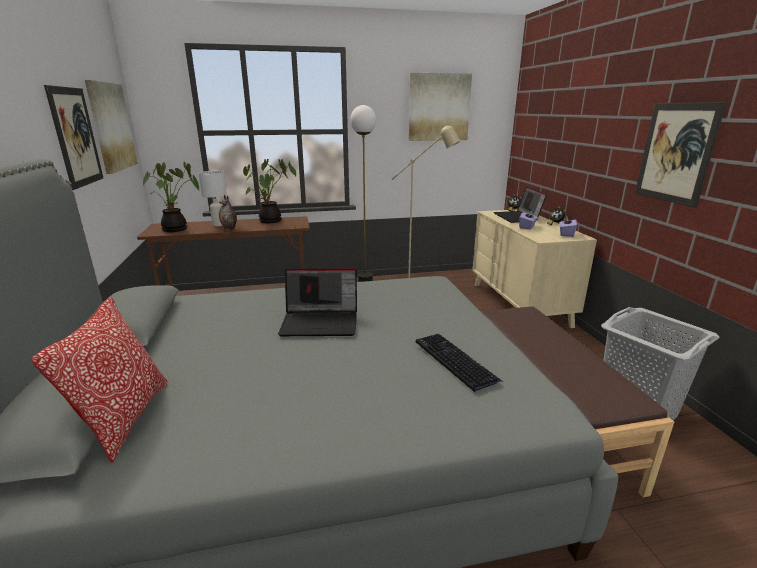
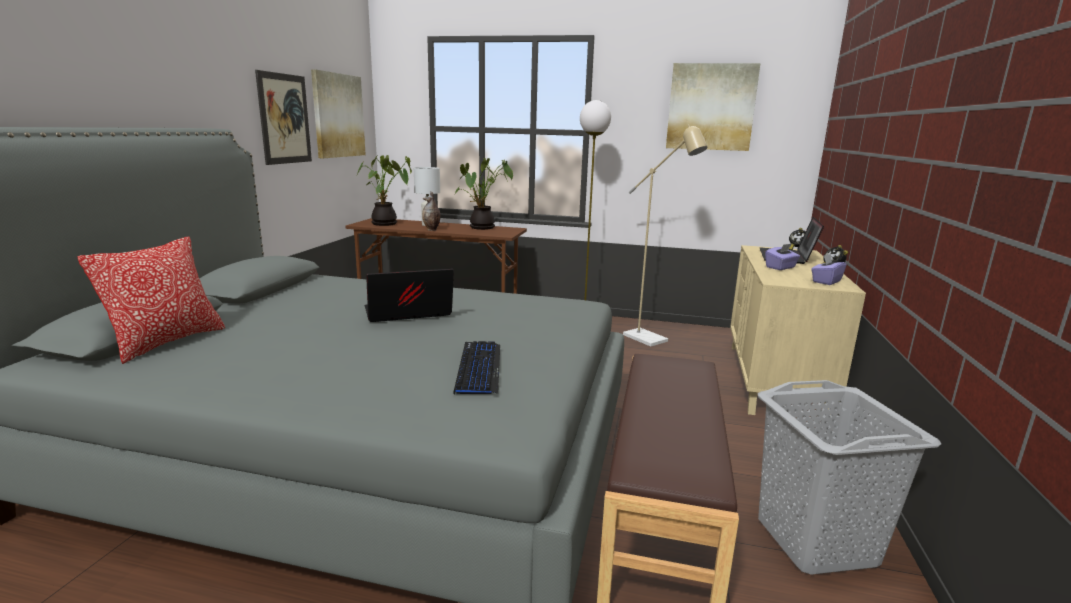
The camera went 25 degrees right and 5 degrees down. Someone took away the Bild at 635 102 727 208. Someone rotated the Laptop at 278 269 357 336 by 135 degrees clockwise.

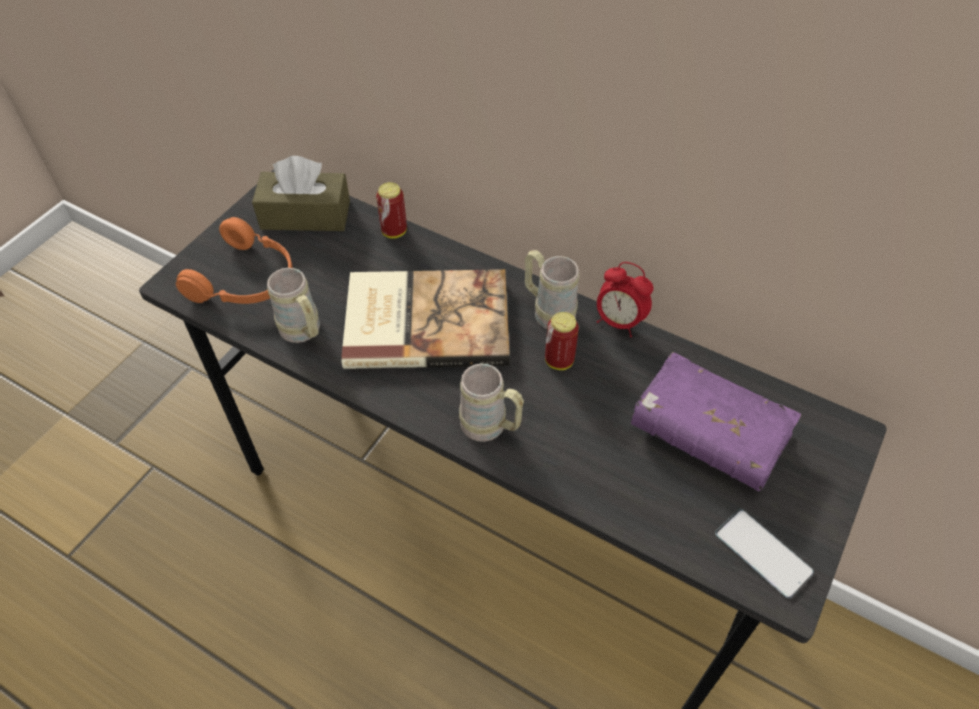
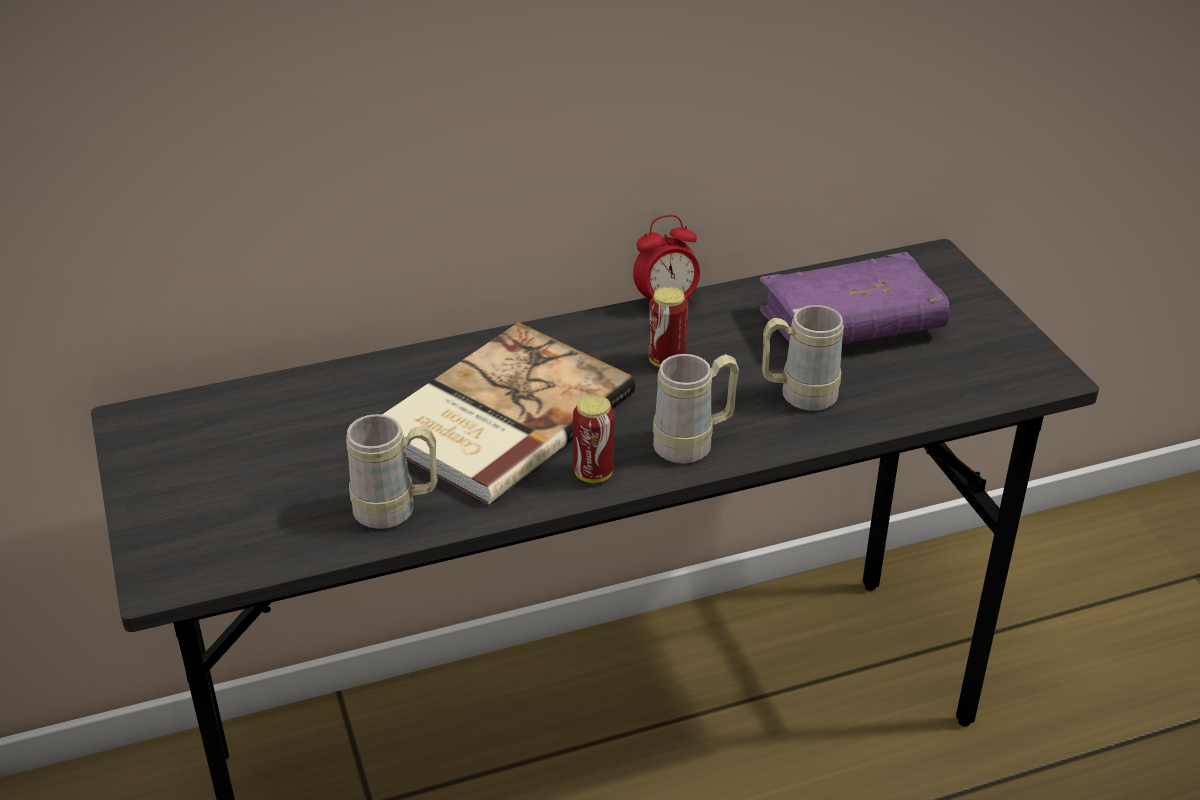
The camera went 50 degrees left and 15 degrees down. Someone took away the Kopfhörer (orange) at 176 217 293 304. Someone took away the Taschentuchbox (braun) at 252 156 350 231. Someone took away the Handy at 715 509 814 599. Someone carried the Dose from 376 182 407 238 to 573 394 614 483. Someone carried the Henkelbecher (beige) from 525 250 579 329 to 762 305 844 411.

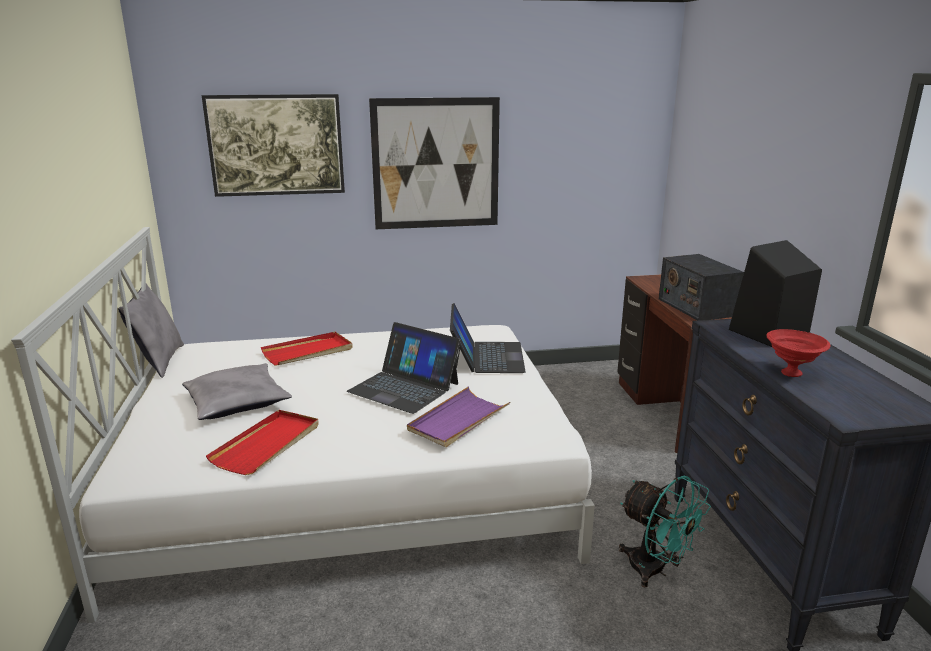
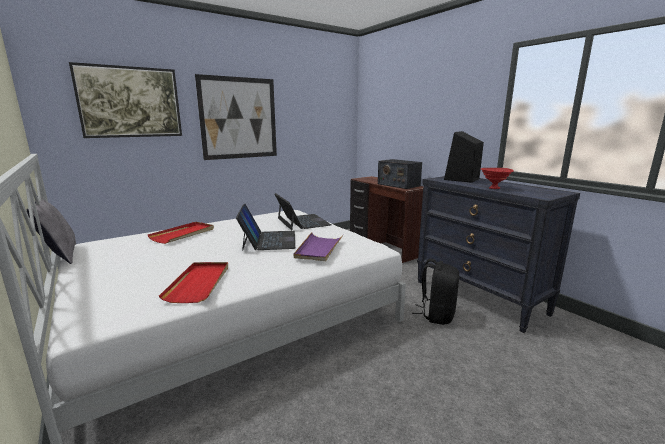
The camera went 25 degrees left and 5 degrees down. Someone took away the Kissen (grau) at 182 363 292 420. Someone swapped the Ventilator (türkis) at 619 476 711 588 for the Rucksack (schwarz) at 412 259 459 325. Someone rotated the Laptop at 347 322 461 414 by 105 degrees counterclockwise.

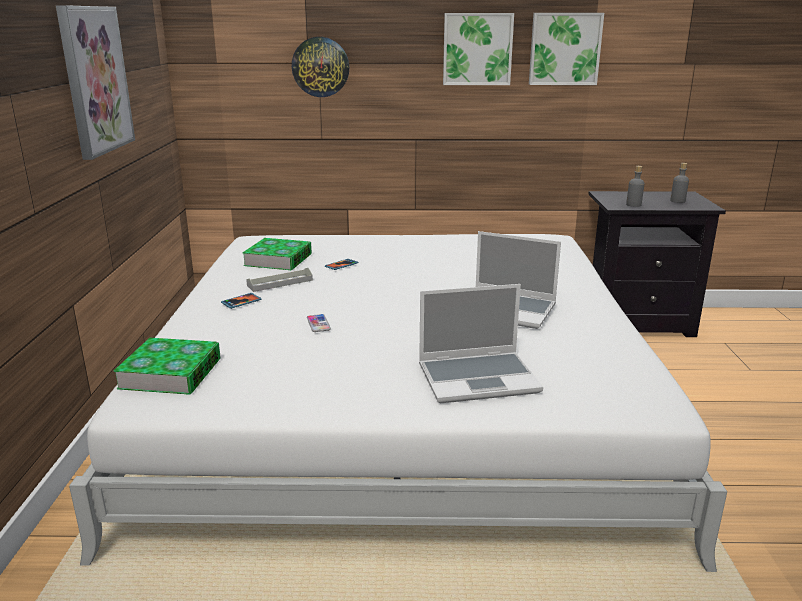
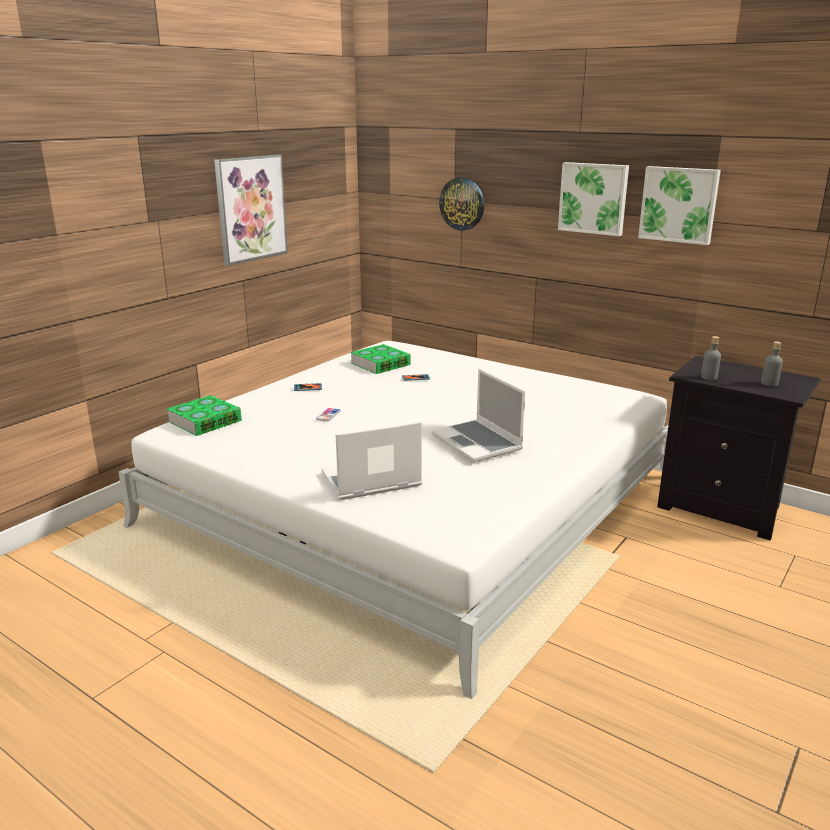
The camera went 35 degrees right and 0 degrees up. Someone took away the Tablett (grau) at 246 268 313 292. Someone rotated the Laptop at 419 284 543 403 by 135 degrees clockwise.

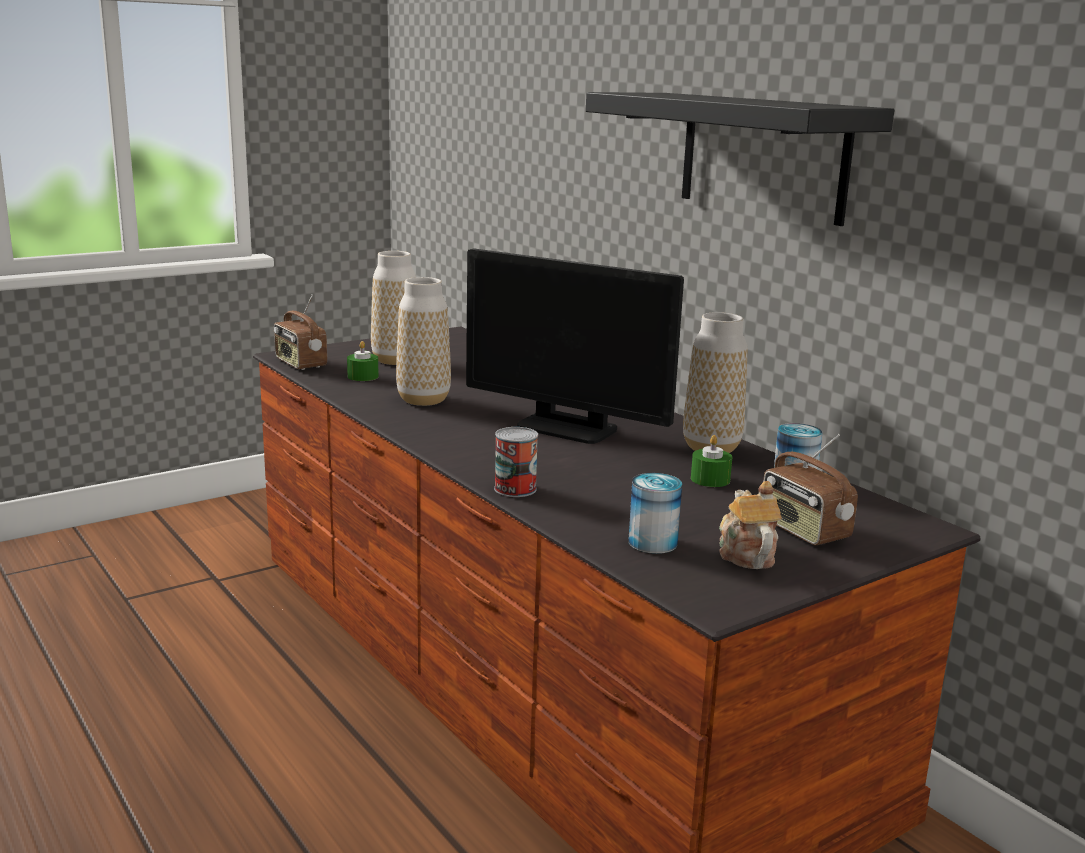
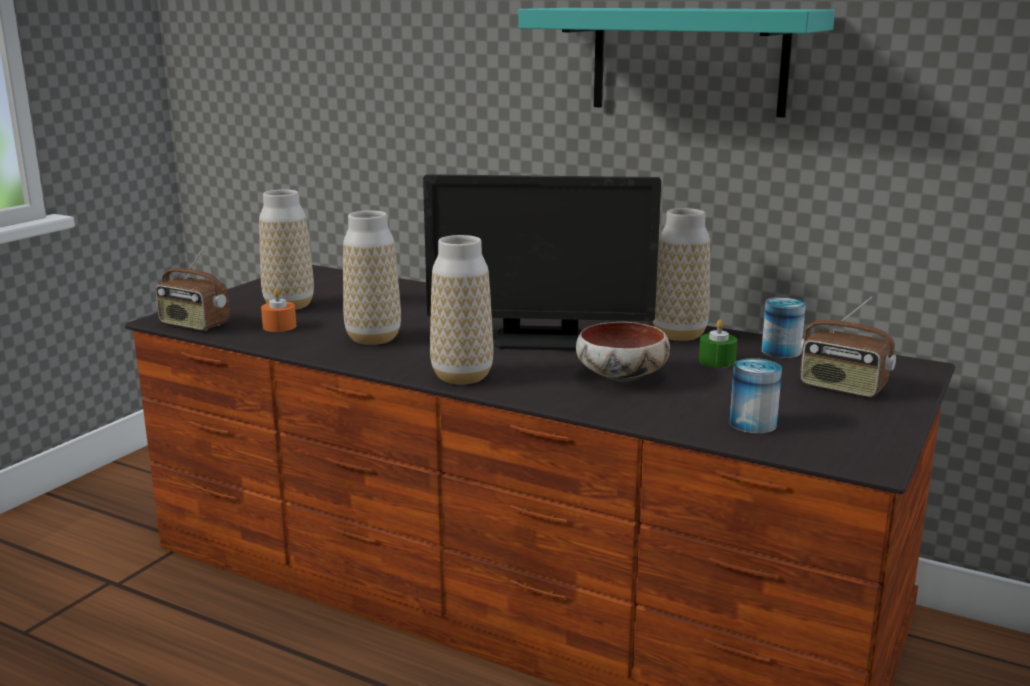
The camera went 25 degrees left and 0 degrees up. Someone took away the Dose at 494 427 538 497. Someone took away the Teekanne at 719 481 782 569. Someone put down the Vase at 430 235 493 385. Someone put down the Schüssel at 576 322 670 382. Someone repainted the Kerze (grün) at 347 341 379 381, which became the Kerze (orange) at 261 289 296 332. Someone repainted the Wandregal (schwarz) at 586 92 894 226, which became the Wandregal (türkis) at 519 8 835 118.

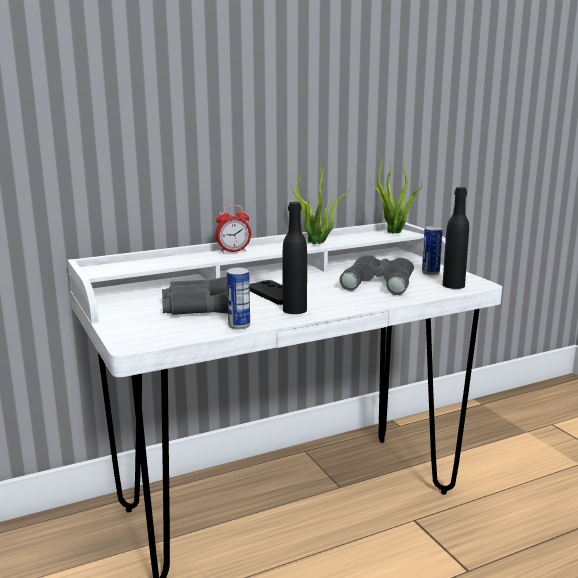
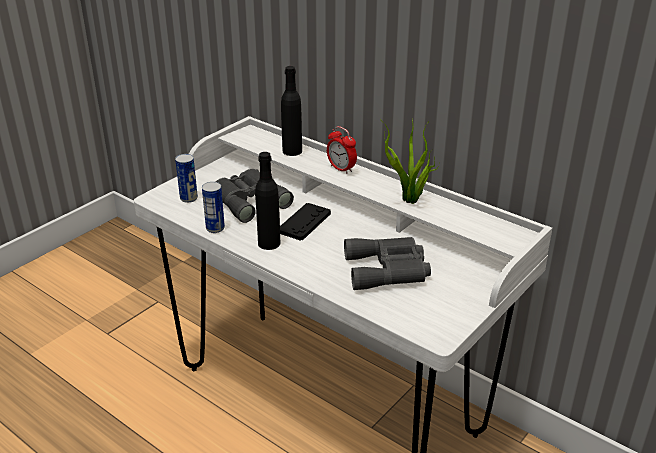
The camera went 65 degrees right and 15 degrees up. Someone took away the Topfpflanze at 369 149 422 233. Someone carried the Dose from 422 226 443 275 to 175 154 198 203. Someone carried the Flasche (schwarz) from 443 187 469 289 to 281 66 302 156.

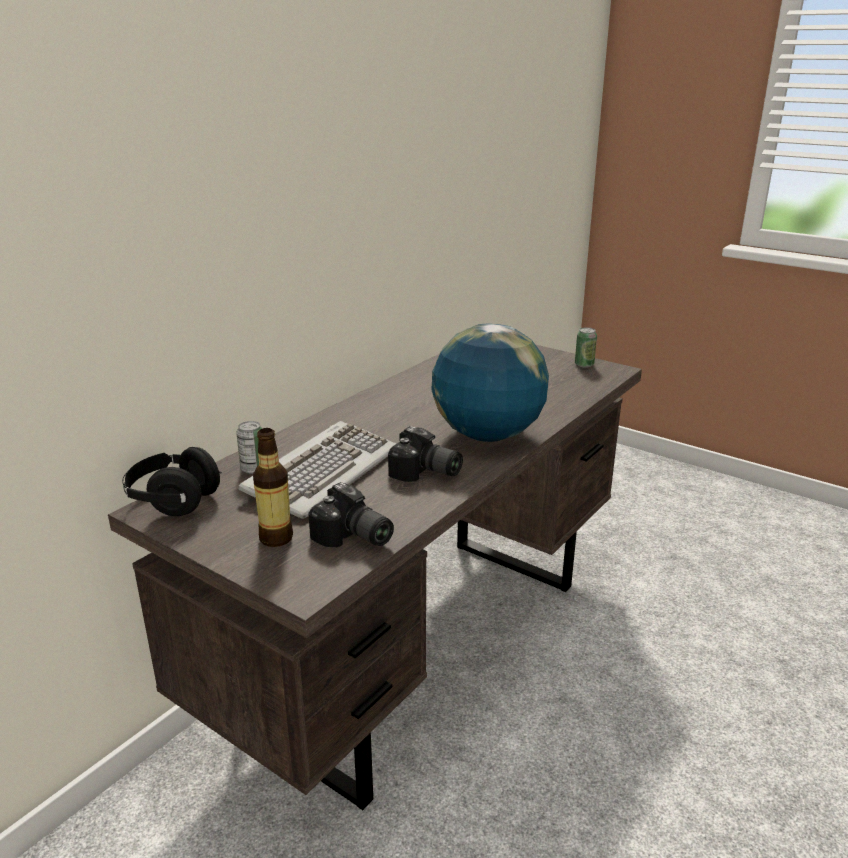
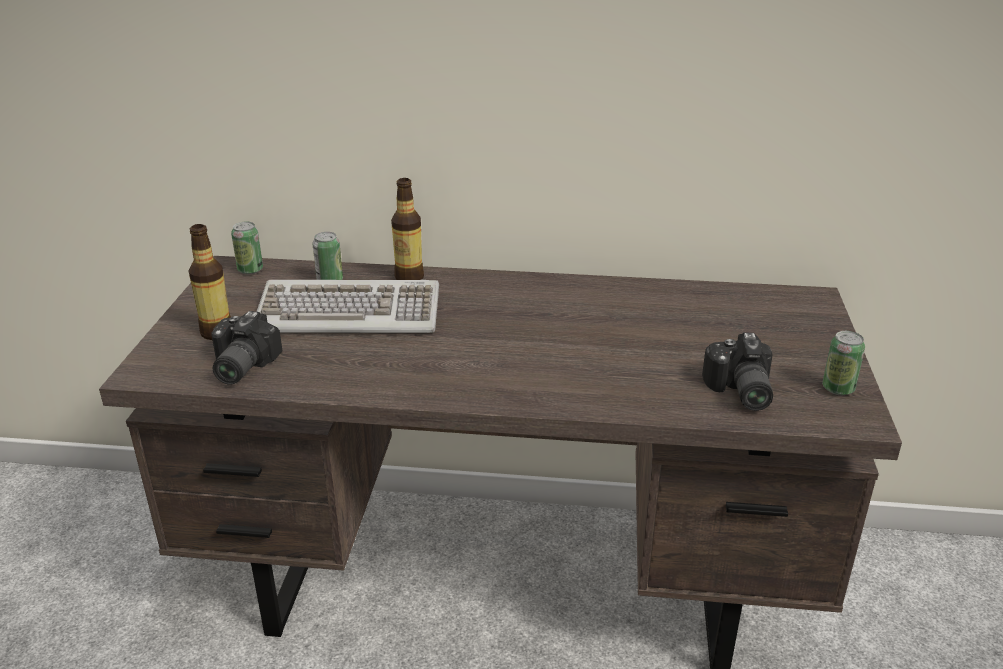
The camera went 60 degrees right and 5 degrees up. Someone took away the Globus at 431 324 549 442. Someone put down the Flasche at 391 178 424 280. Someone carried the Kamera from 388 426 463 482 to 702 332 773 411. Someone swapped the Kopfhörer (schwarz) at 122 447 222 516 for the Dose at 231 222 263 275.

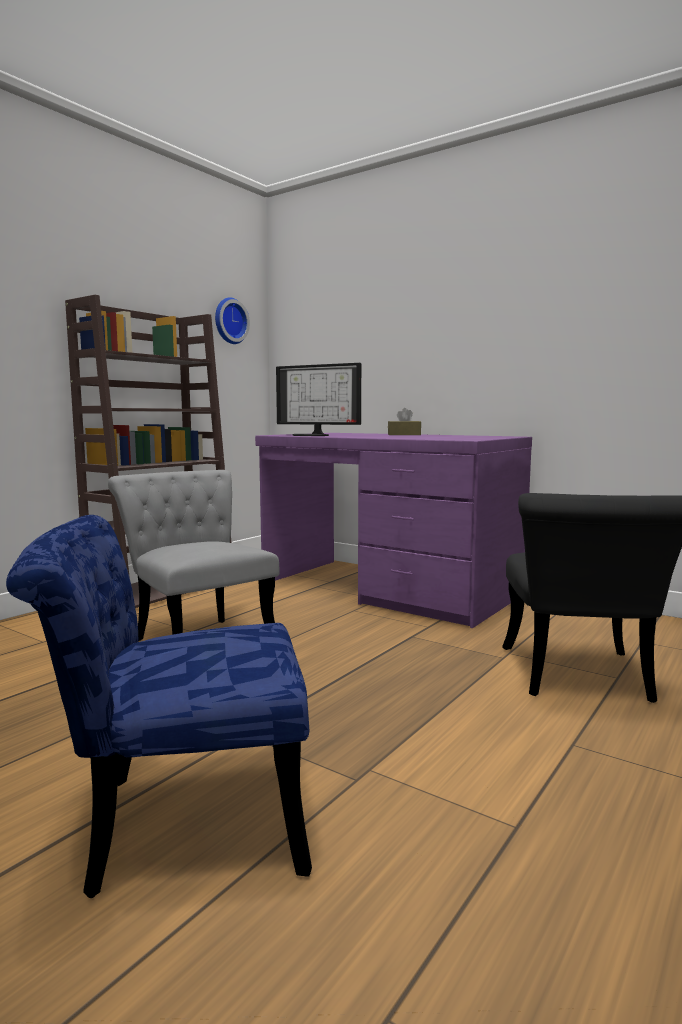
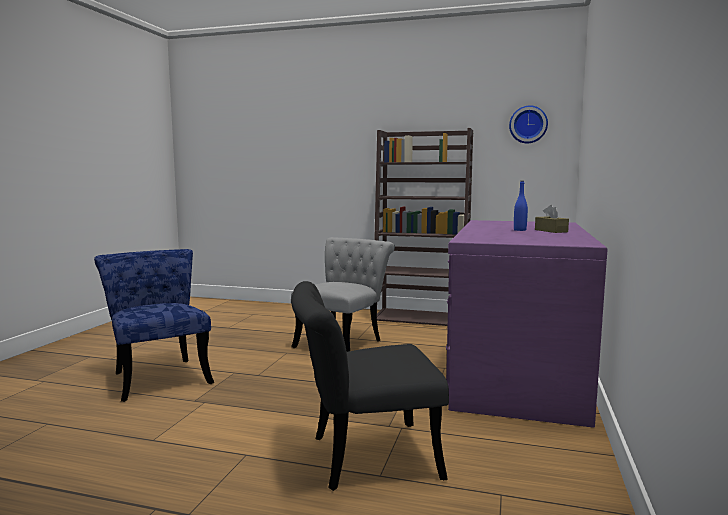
The camera went 70 degrees right and 0 degrees up. Someone took away the Monitor at 276 363 361 436. Someone put down the Flasche (blau) at 514 181 528 231.

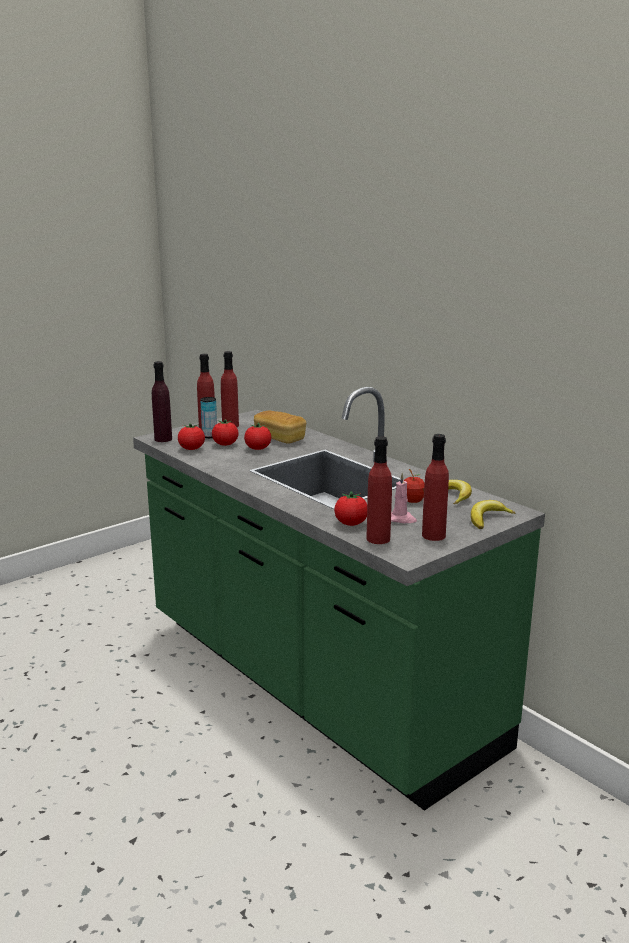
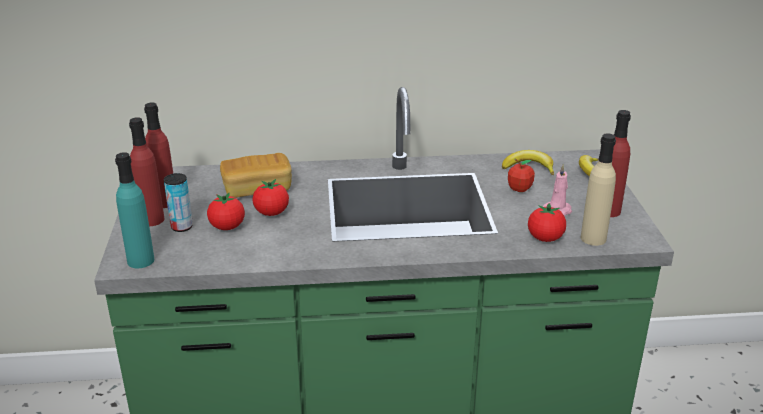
The camera went 55 degrees left and 10 degrees up. Someone took away the Tomate at 178 423 205 450. Someone repainted the Flasche (lila) at 152 361 172 442, which became the Flasche (türkis) at 115 152 154 268. Someone repainted the Flasche (rot) at 366 436 392 544, which became the Flasche (beige) at 581 133 616 246.

